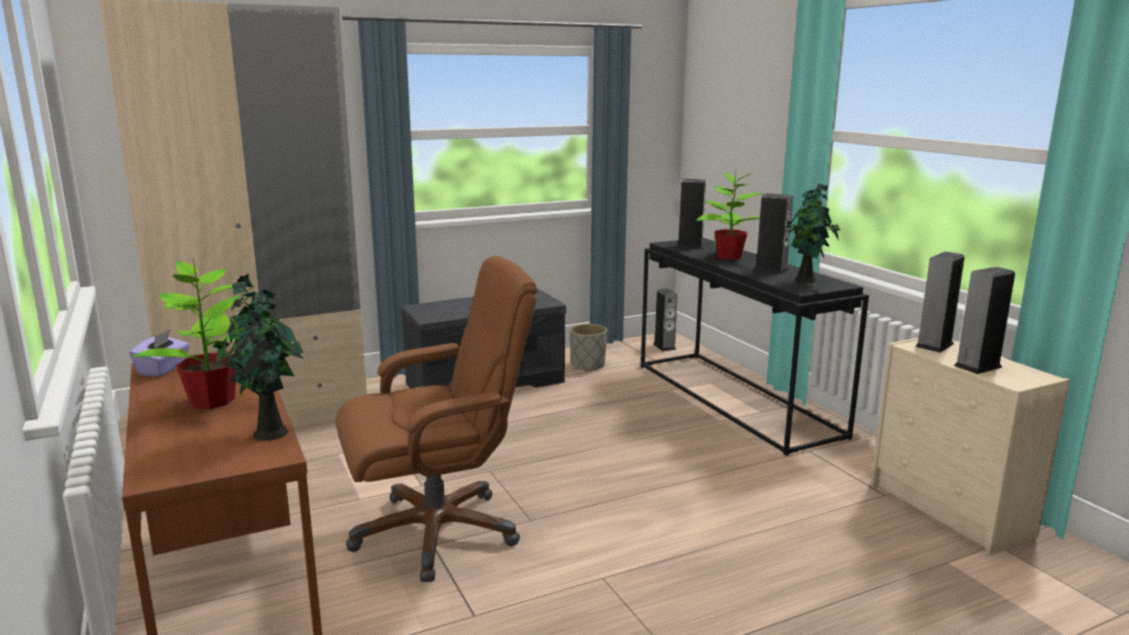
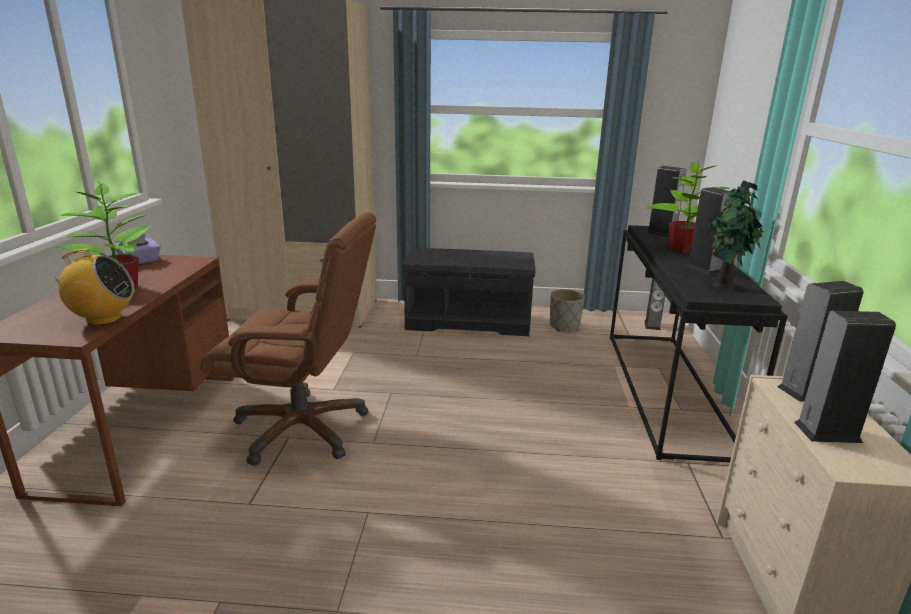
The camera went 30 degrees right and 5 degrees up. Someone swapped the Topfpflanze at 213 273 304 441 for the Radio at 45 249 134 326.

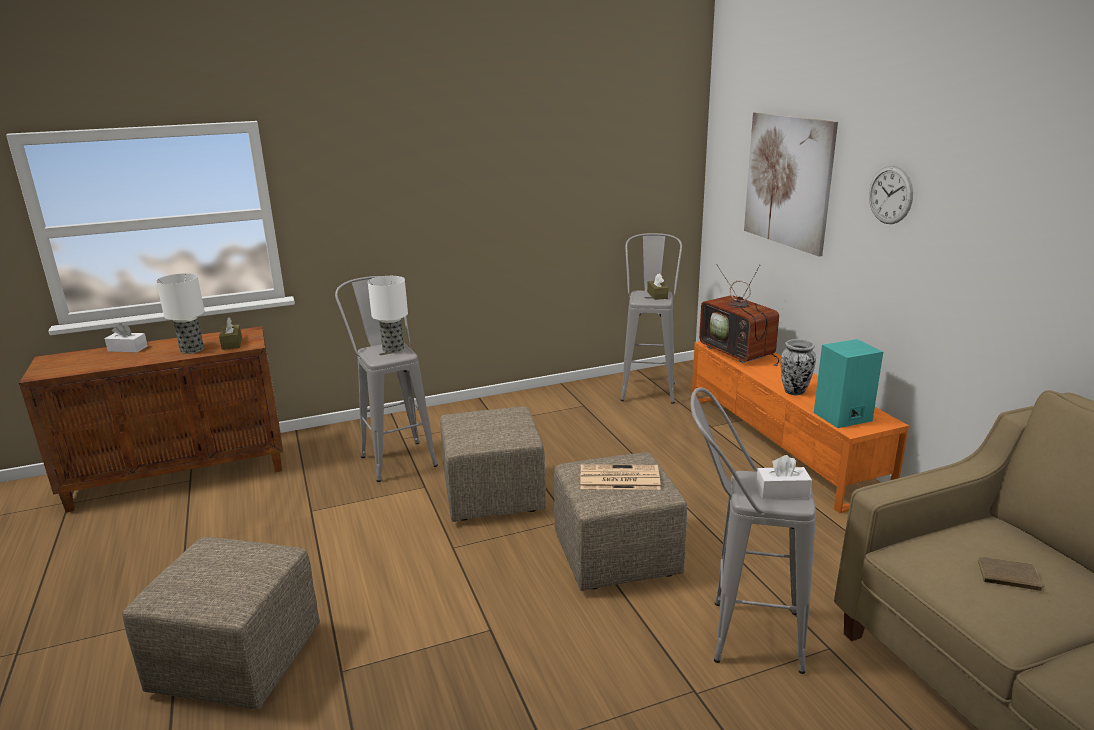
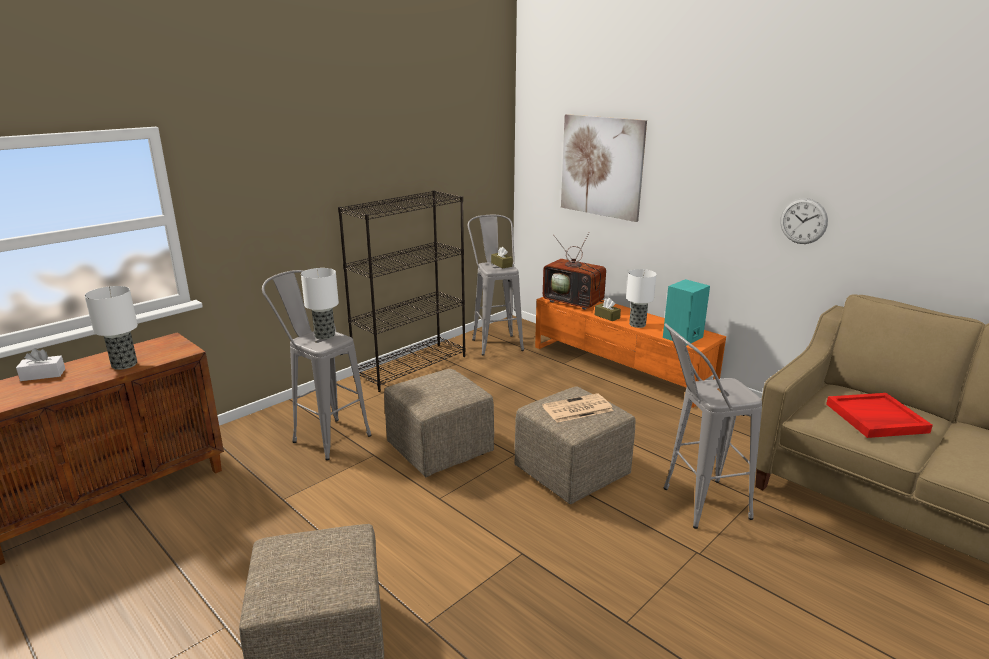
The camera went 25 degrees left and 0 degrees up. Someone took away the Taschentuchbox (weiß) at 756 455 812 499. Someone put down the Bücherregal (schwarz) at 338 190 466 392. Someone carried the Taschentuchbox (braun) from 219 317 242 350 to 595 298 621 321. Someone carried the Wanduhr from 869 166 913 224 to 780 198 828 244. Someone swapped the Vase at 781 339 816 395 for the Tischlampe at 626 269 657 328. Someone swapped the Buch (braun) at 978 557 1046 595 for the Tablett (rot) at 826 393 933 438.

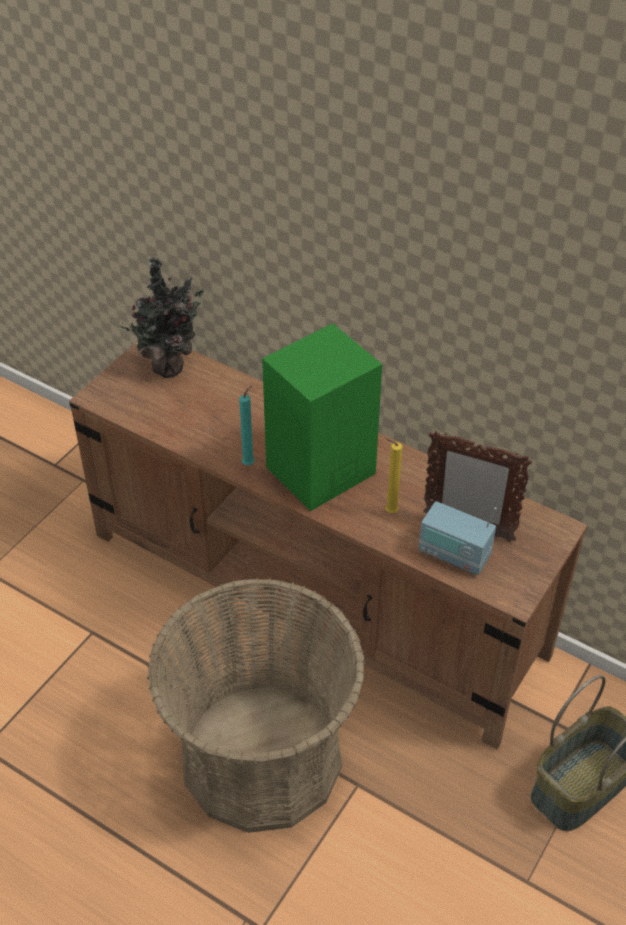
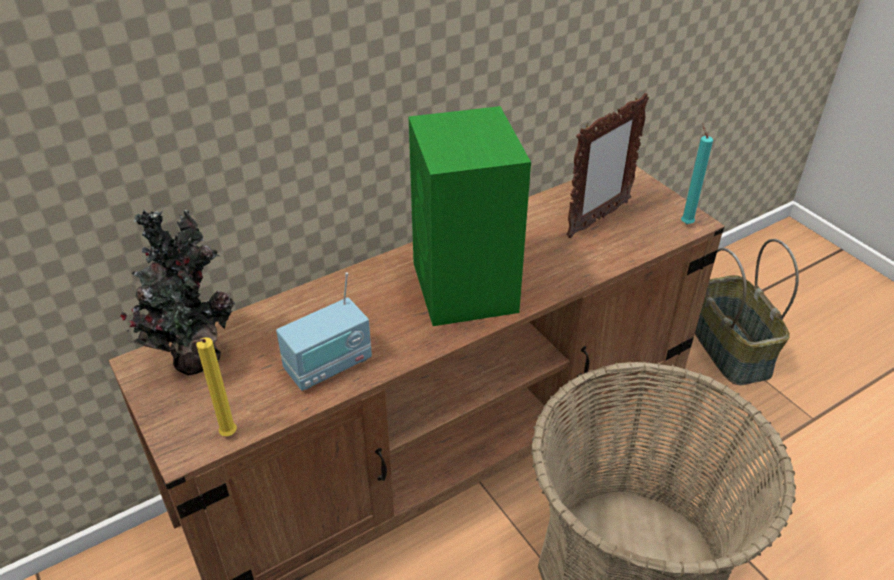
The camera went 65 degrees left and 5 degrees down. Someone carried the Kerze (türkis) from 239 385 254 465 to 681 122 713 224. Someone carried the Kerze (gelb) from 385 439 403 513 to 191 337 237 436. Someone carried the Radio from 419 501 496 575 to 276 272 372 391.

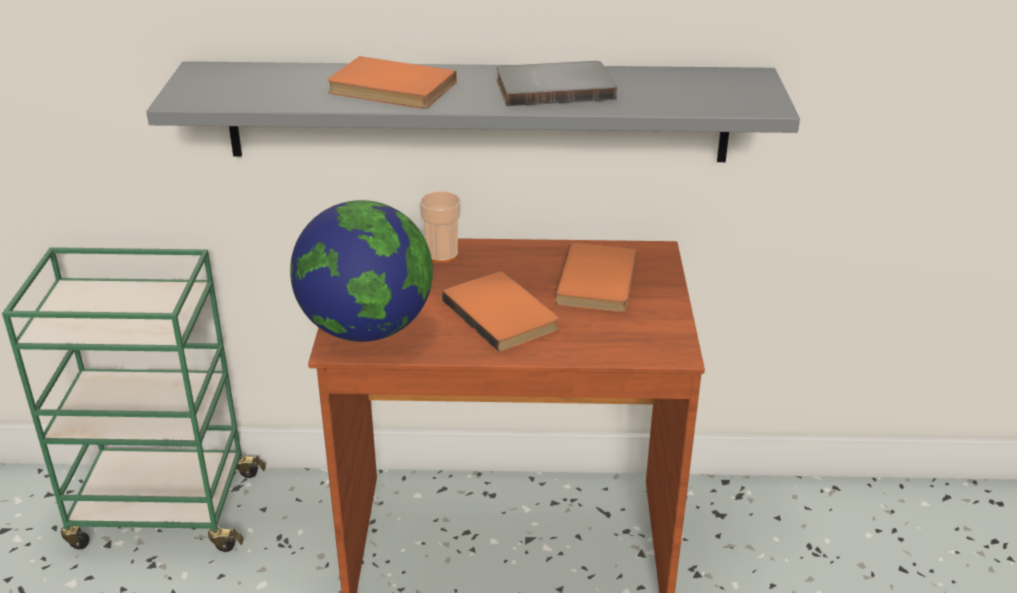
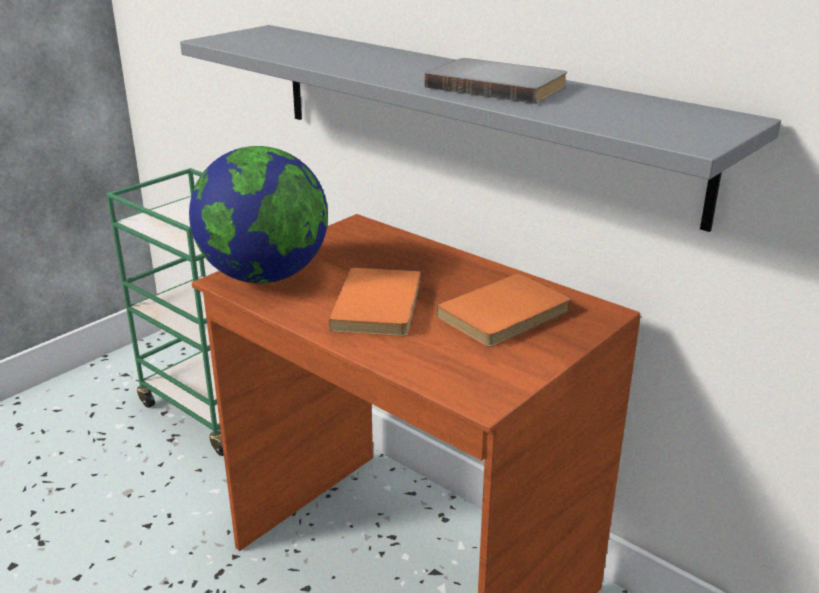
The camera went 40 degrees right and 5 degrees down. Someone took away the Buch (orange) at 328 56 457 109. Someone took away the Tasse at 420 191 461 263.

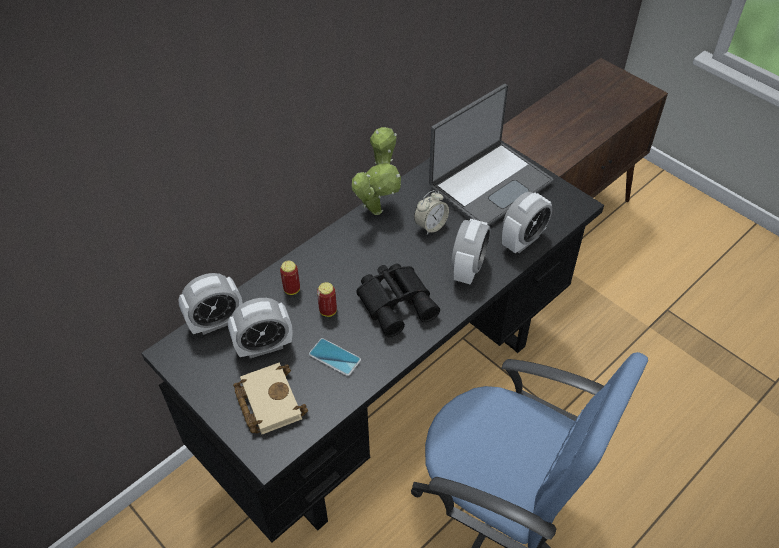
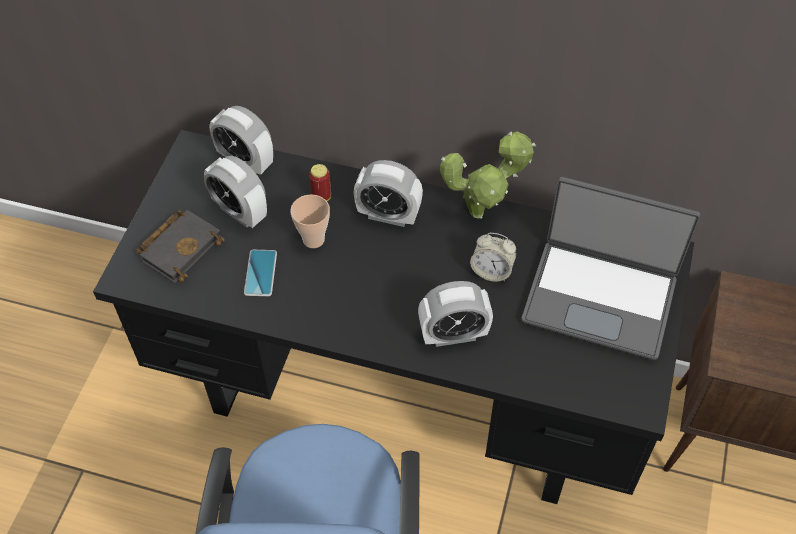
The camera went 60 degrees right and 5 degrees up. Someone took away the Fernglas (schwarz) at 356 264 440 337. Someone carried the Wecker from 502 192 552 253 to 354 160 423 227. Someone swapped the Dose at 317 282 337 317 for the Tasse at 290 194 330 248. Someone repainted the Buch (beige) at 233 362 308 434, which became the Buch (schwarz) at 136 210 225 283.

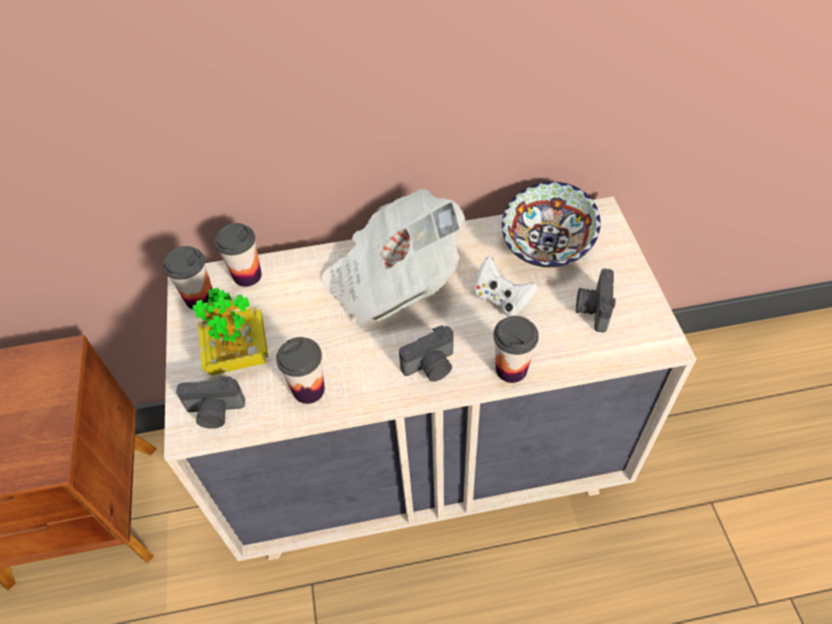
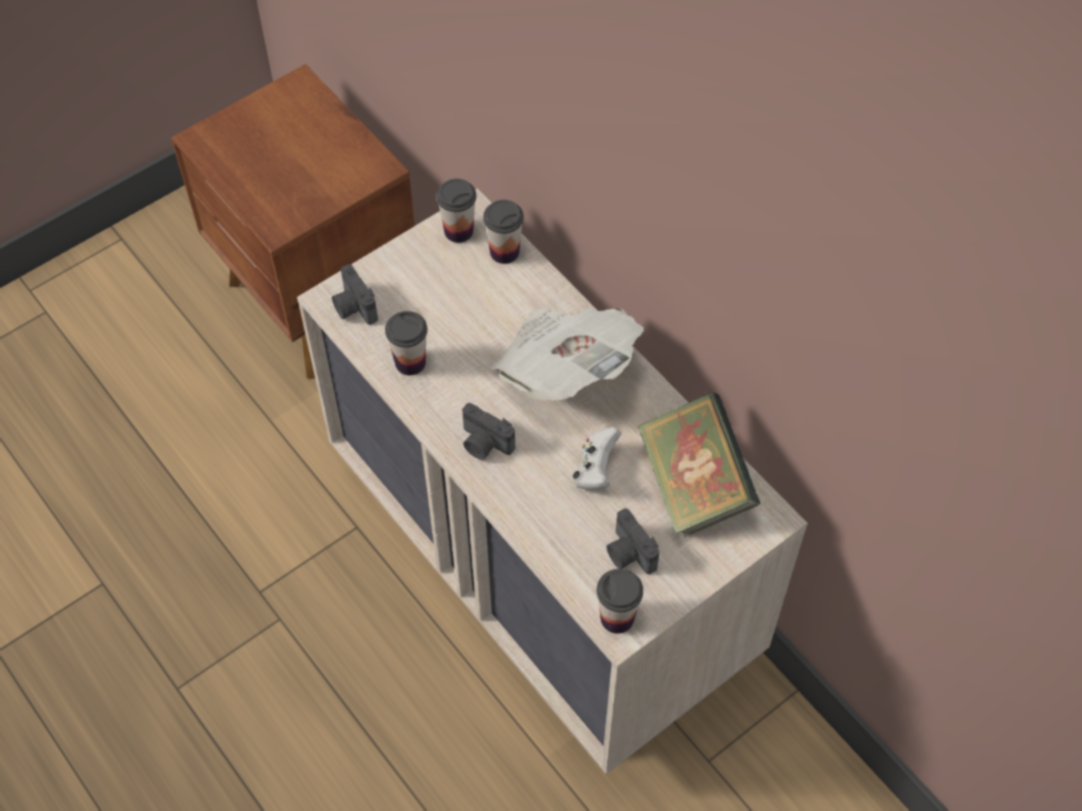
The camera went 60 degrees right and 5 degrees up. Someone took away the Topfpflanze at 193 288 268 375. Someone carried the Tasse from 493 316 539 383 to 597 569 643 634. Someone swapped the Schüssel at 502 182 601 267 for the Buch at 637 392 761 537. Someone rotated the Kamera at 576 269 616 332 by 105 degrees counterclockwise.

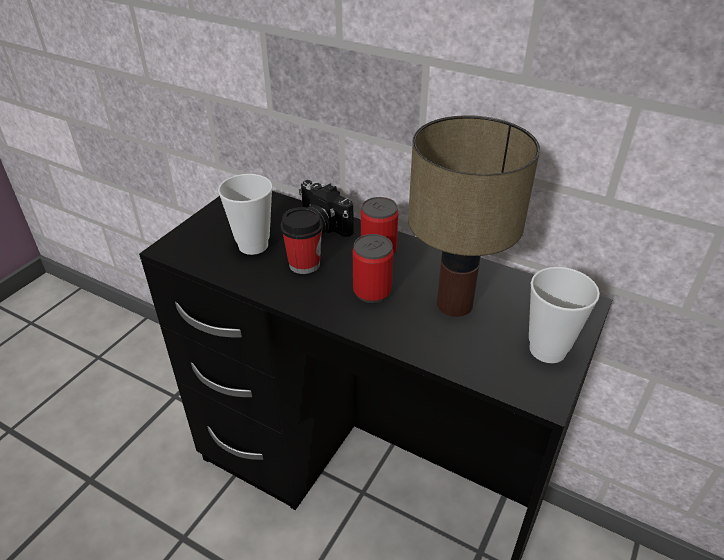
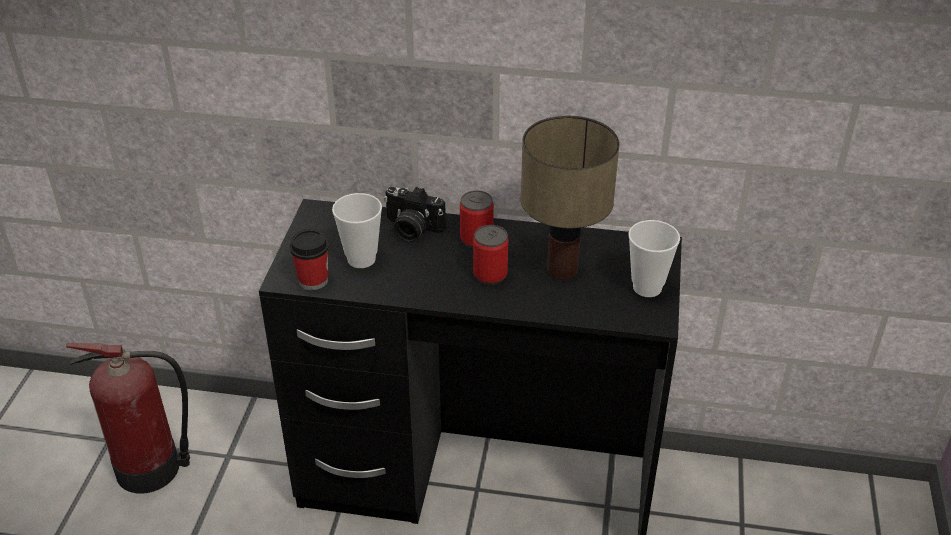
The camera went 20 degrees left and 0 degrees up. Someone put down the Feuerlöscher at 66 343 190 494. Someone carried the Tasse from 280 207 323 274 to 290 229 329 290.

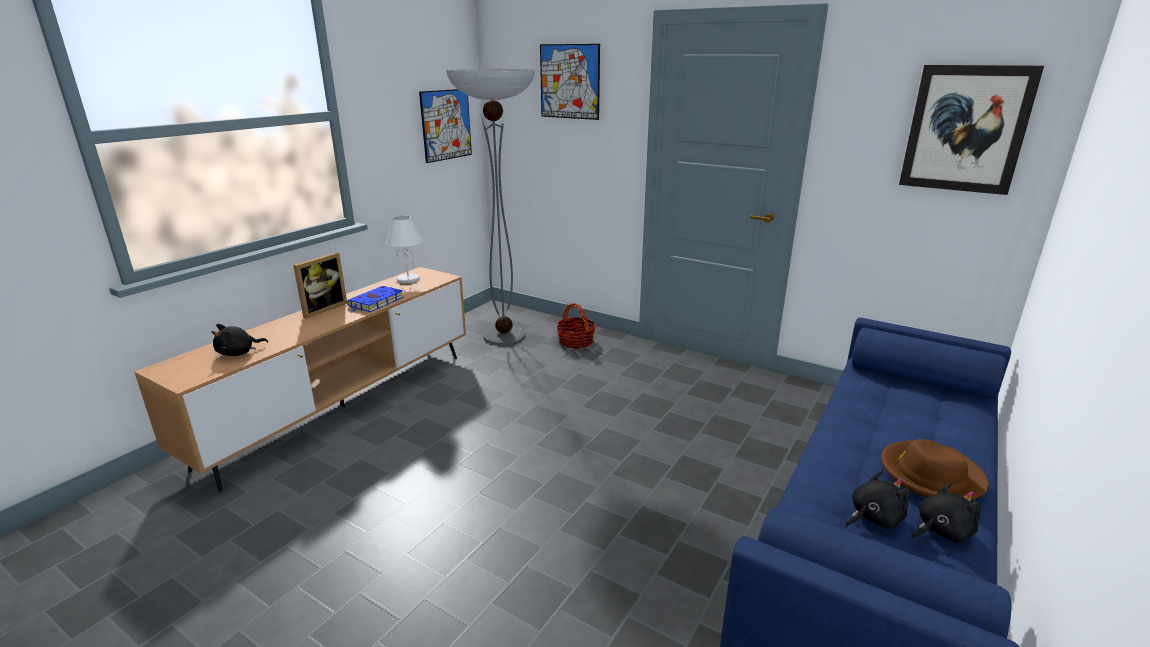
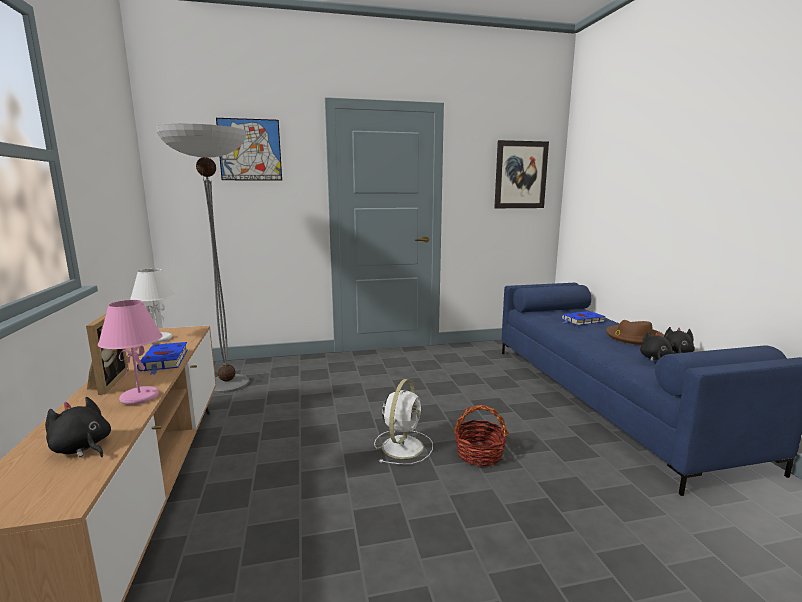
The camera went 45 degrees left and 10 degrees down. Someone took away the Bild at 419 89 472 163. Someone put down the Tischlampe (rosa) at 98 300 162 405. Someone put down the Ventilator (weiß) at 374 379 433 464. Someone put down the Buch (blau) at 561 311 606 325. Someone carried the Korb from 556 303 596 349 to 454 405 509 467. Someone rotated the Plüschtier (schwarz) at 211 324 268 356 by 120 degrees clockwise.

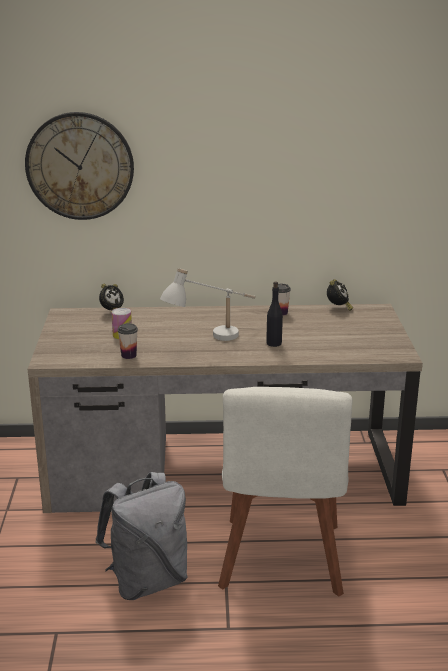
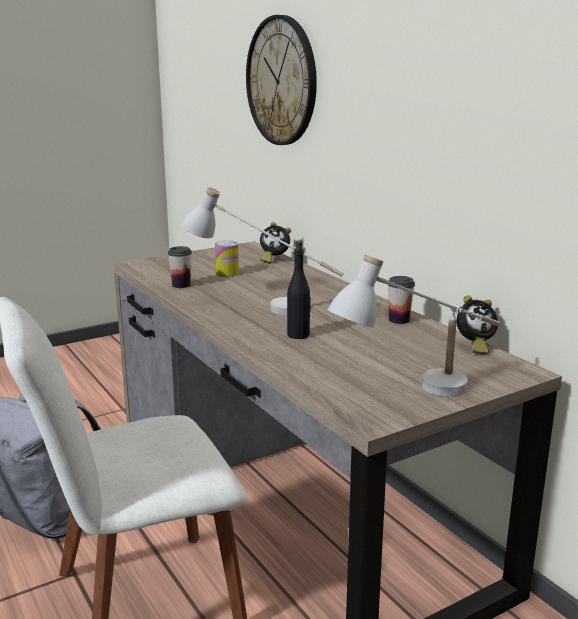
The camera went 60 degrees right and 5 degrees down. Someone put down the Tischlampe (weiß) at 328 255 501 397.

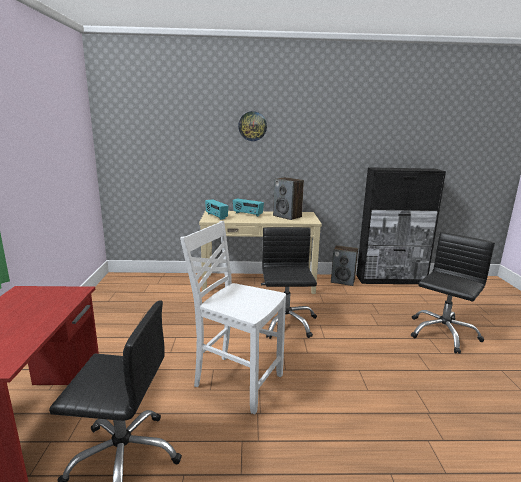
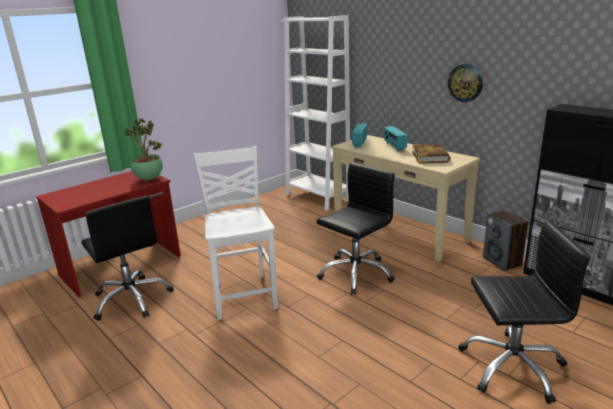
The camera went 50 degrees right and 5 degrees up. Someone put down the Topfpflanze at 125 118 163 180. Someone put down the Bücherregal (weiß) at 281 15 350 210. Someone carried the Wanduhr from 238 111 267 141 to 448 64 483 102. Someone swapped the Lautsprecher at 273 177 304 220 for the Buch at 412 144 451 164.

